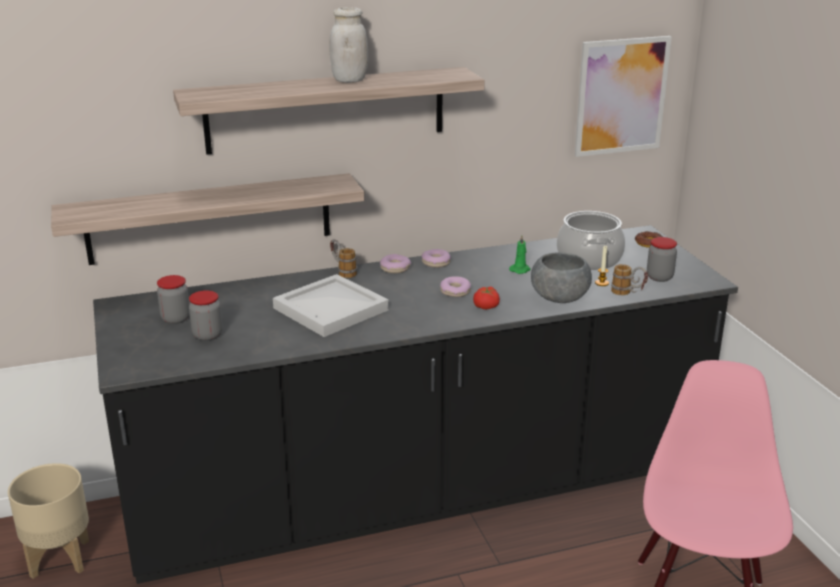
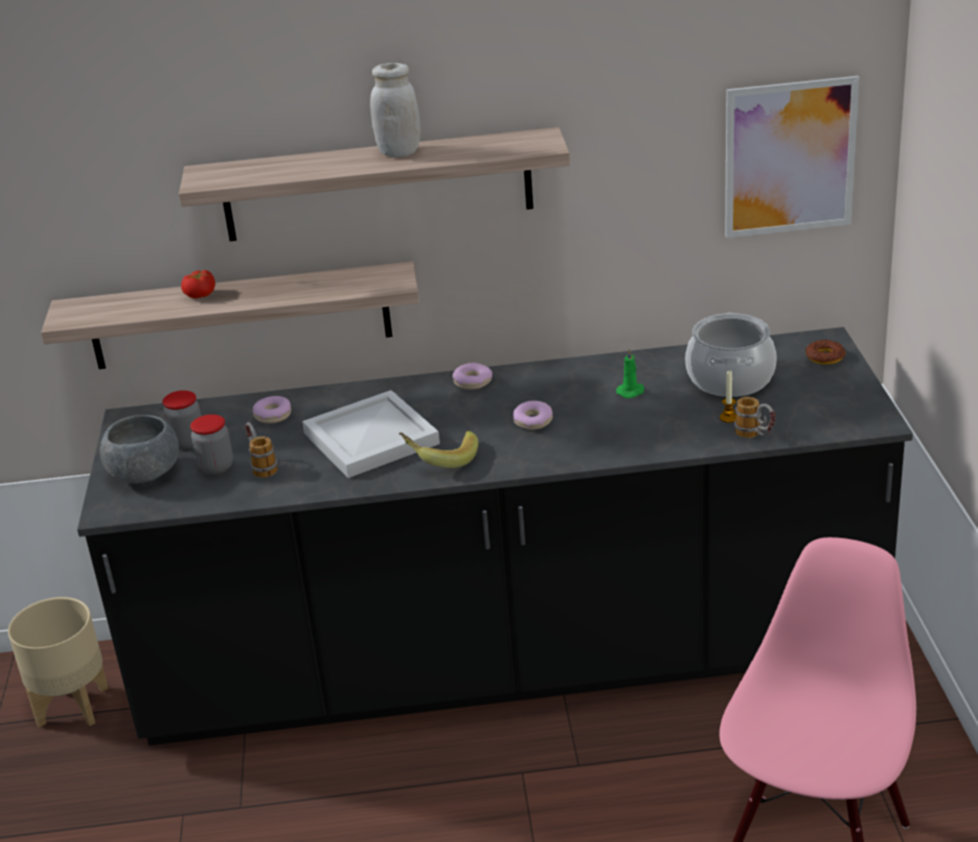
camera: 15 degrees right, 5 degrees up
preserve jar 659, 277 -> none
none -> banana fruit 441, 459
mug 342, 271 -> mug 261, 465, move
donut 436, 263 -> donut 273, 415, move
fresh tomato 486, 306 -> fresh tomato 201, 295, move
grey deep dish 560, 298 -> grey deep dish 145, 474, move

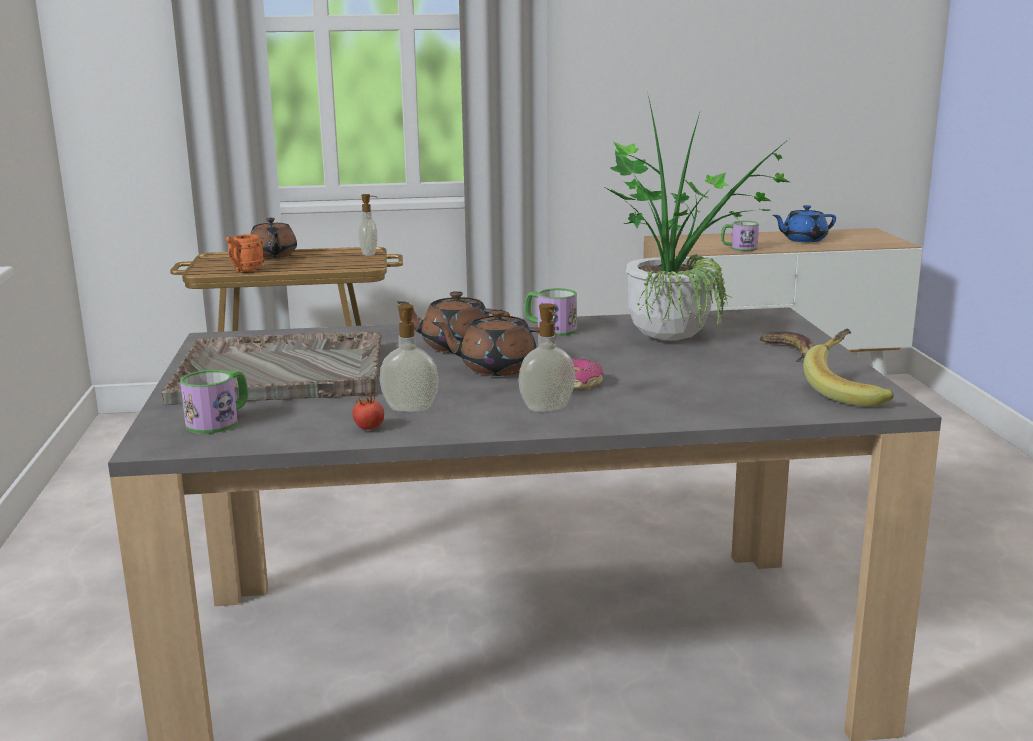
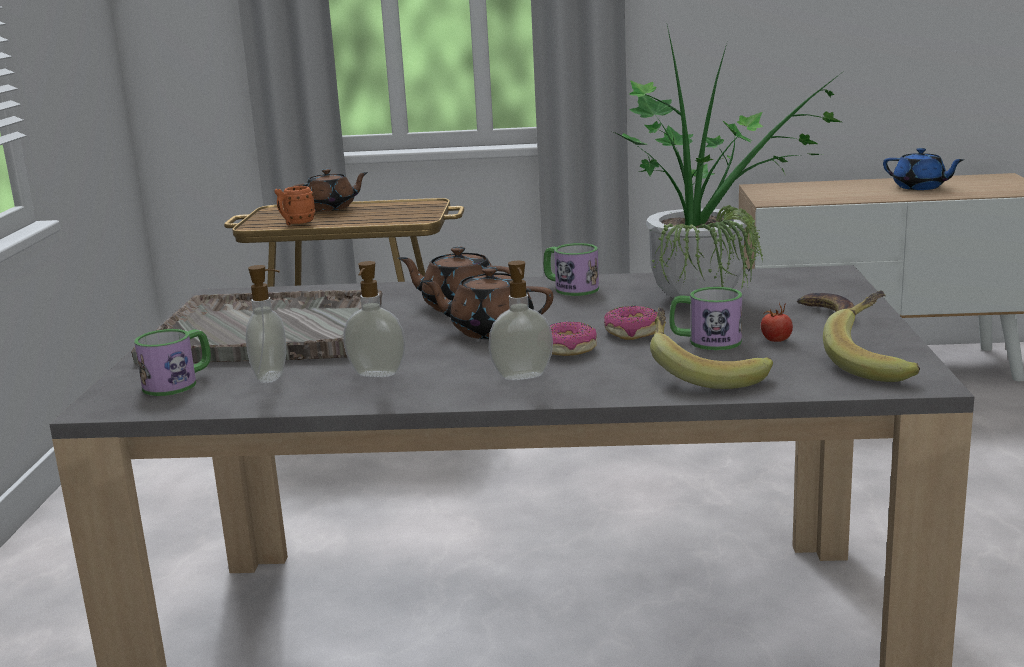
camera: 10 degrees right, 0 degrees up
none -> donut 633, 332
none -> banana fruit 704, 374
fresh tomato 369, 428 -> fresh tomato 776, 340, move
liquid soap bottle 370, 254 -> liquid soap bottle 272, 377, move
mug 738, 248 -> mug 705, 341, move
brownish tea pot 273, 255 -> brownish tea pot 331, 208, 105 degrees counterclockwise
blue tea pot 803, 240 -> blue tea pot 920, 187, 135 degrees counterclockwise

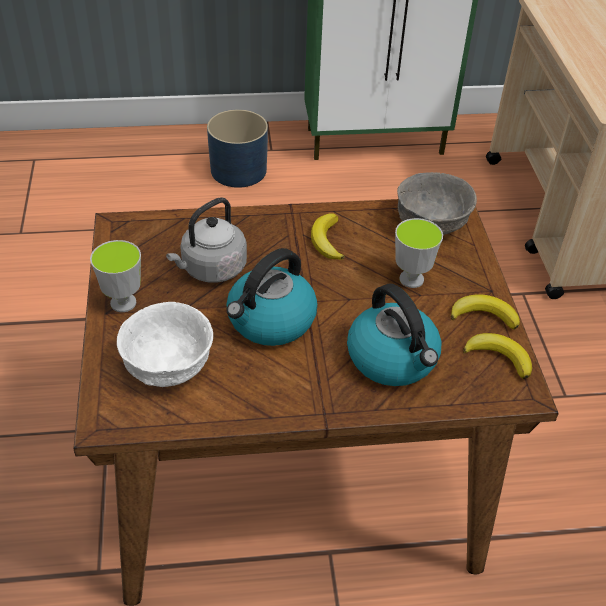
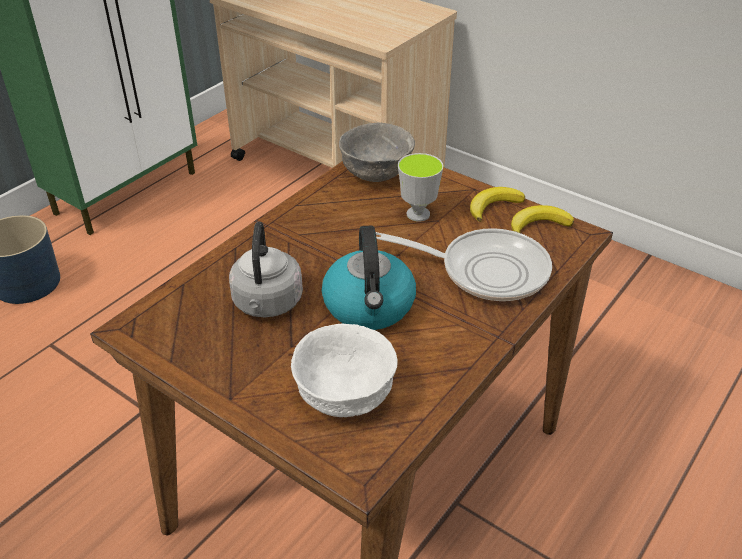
camera: 45 degrees left, 5 degrees down
small cup 123, 303 -> none
banana fruit 326, 240 -> none
kettle 393, 359 -> frying pan 484, 270

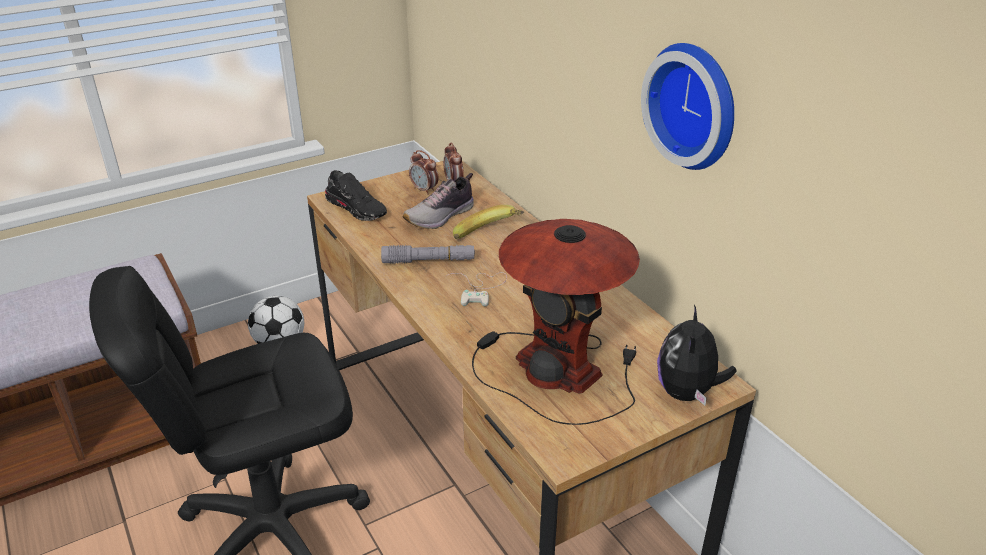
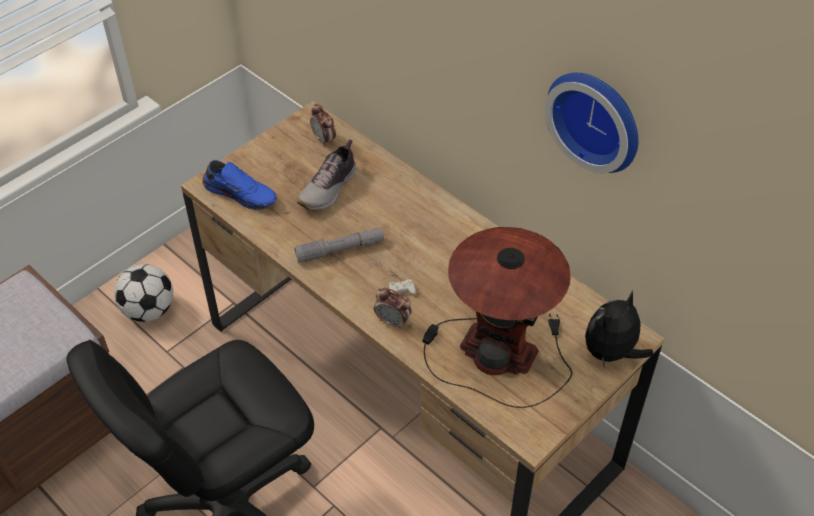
camera: 15 degrees left, 15 degrees up
banana fruit 490, 237 -> none
table clock 424, 190 -> table clock 393, 321, move
blackish item of footwear 357, 208 -> blue item of footwear 241, 193
plush toy 687, 393 -> plush toy 611, 353, 45 degrees clockwise

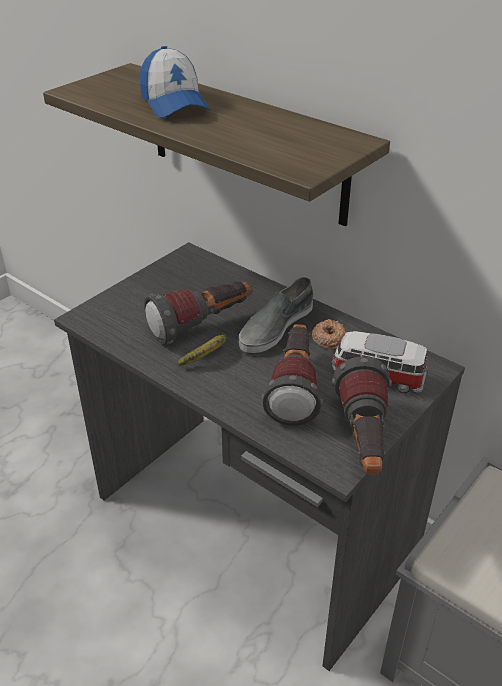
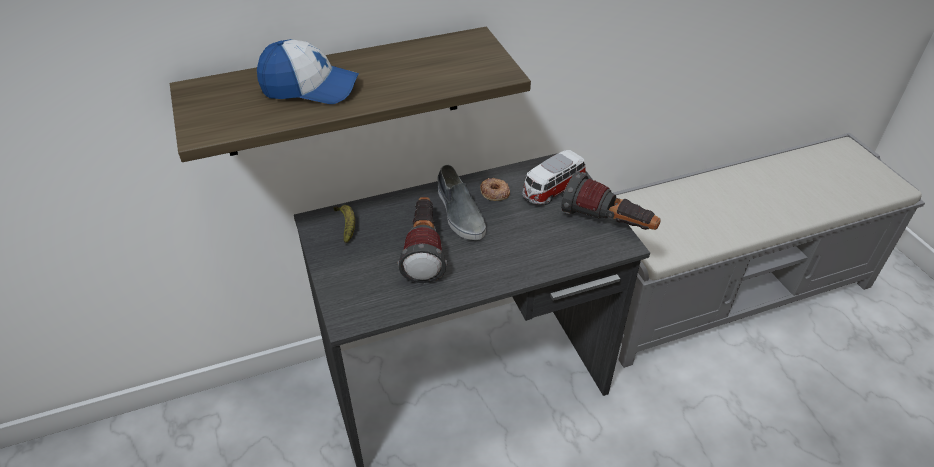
camera: 60 degrees left, 5 degrees up
hand torch 294, 387 -> none
banana fruit 207, 355 -> banana fruit 346, 226, move

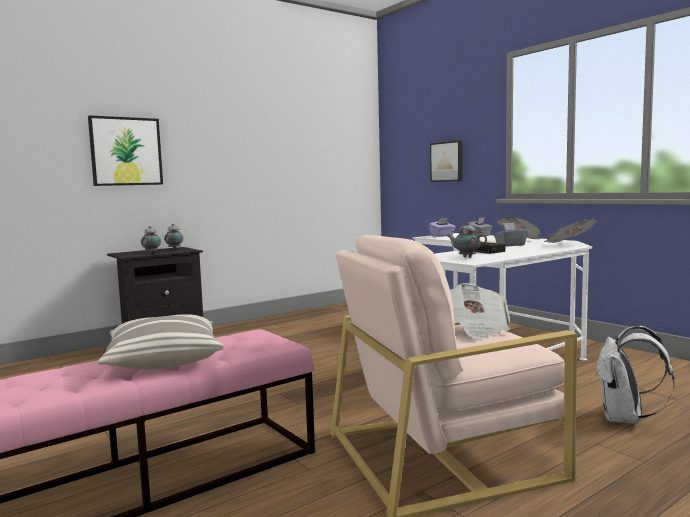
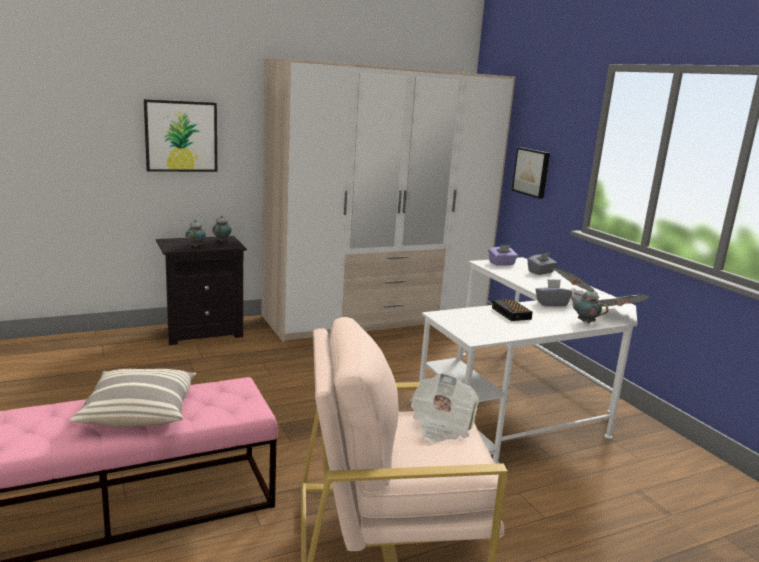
camera: 10 degrees right, 10 degrees up
whitish rucksack 625, 419 -> none
none -> clothes cupboard 377, 317
tea pot 466, 257 -> tea pot 584, 322, move

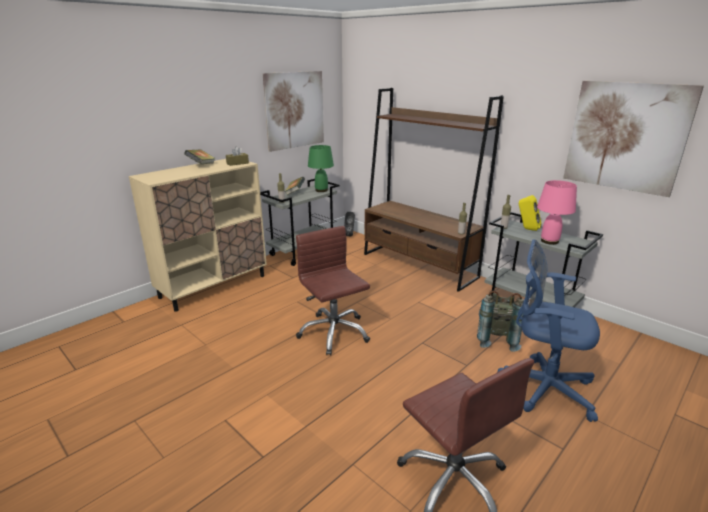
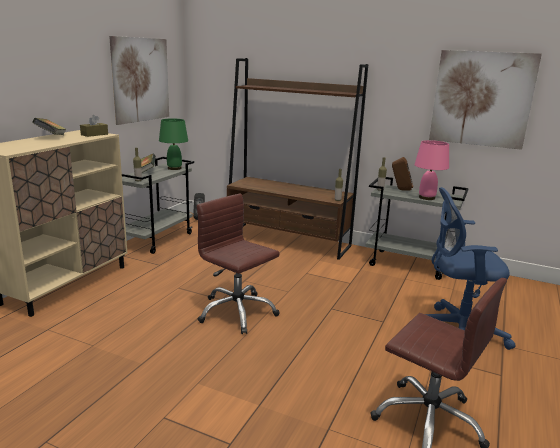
camera: 20 degrees left, 5 degrees down
grey rucksack 495, 339 -> none
yellow audio speaker 527, 229 -> brownish audio speaker 400, 190

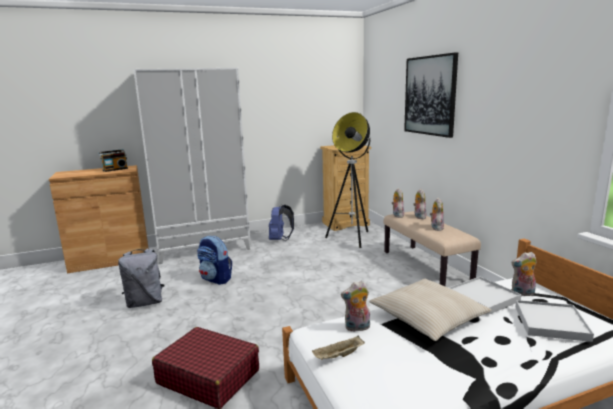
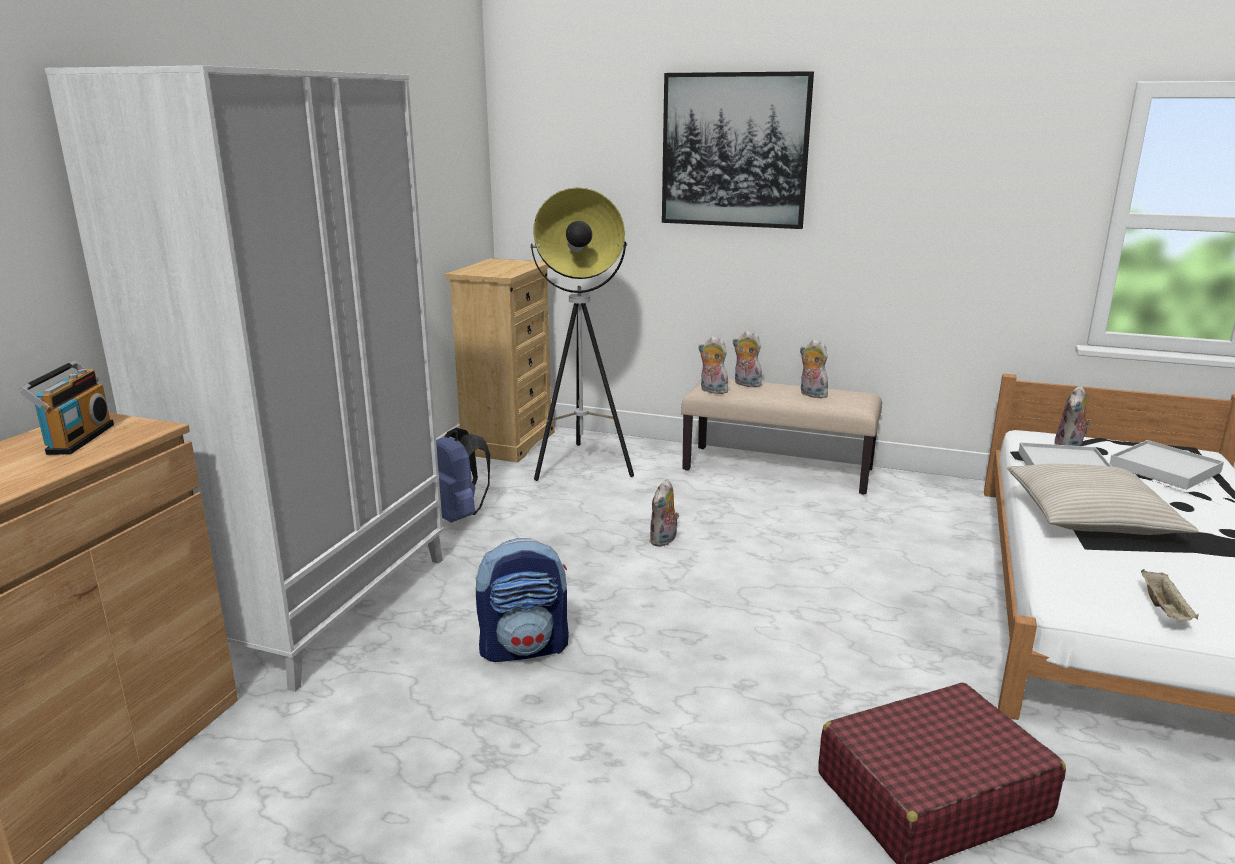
camera: 50 degrees left, 5 degrees up
grey rucksack 145, 302 -> none
plush toy 357, 328 -> plush toy 664, 541, move

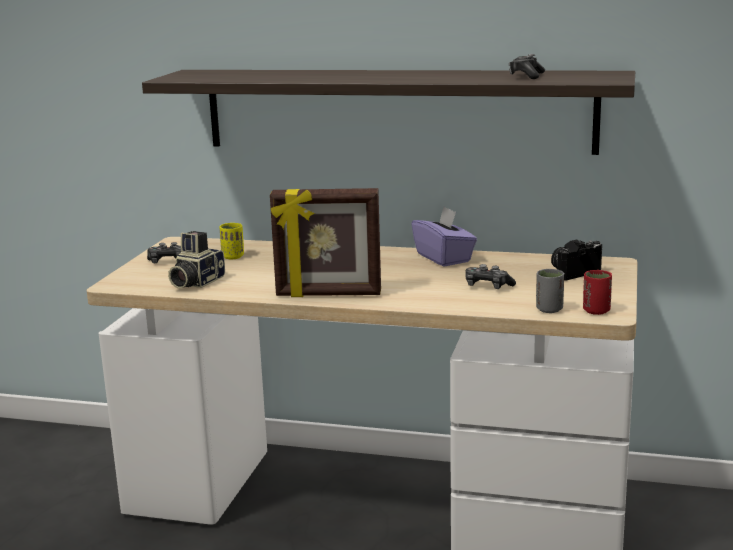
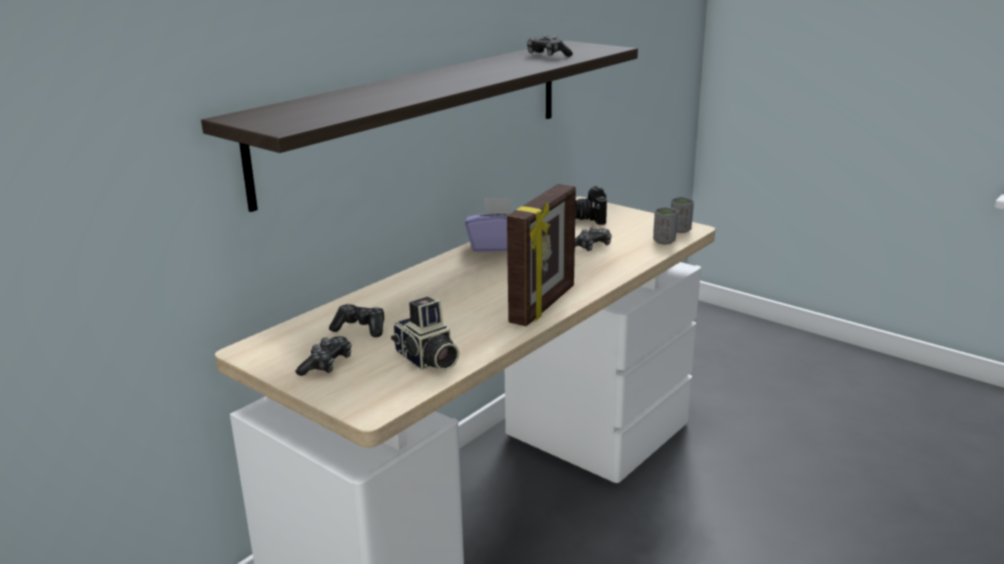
camera: 65 degrees left, 5 degrees up
yellow small cup 233, 257 -> joypad 360, 328
red small cup 596, 311 -> grey small cup 680, 230

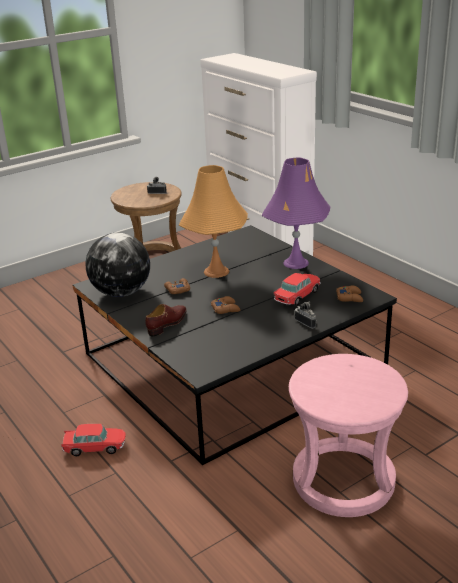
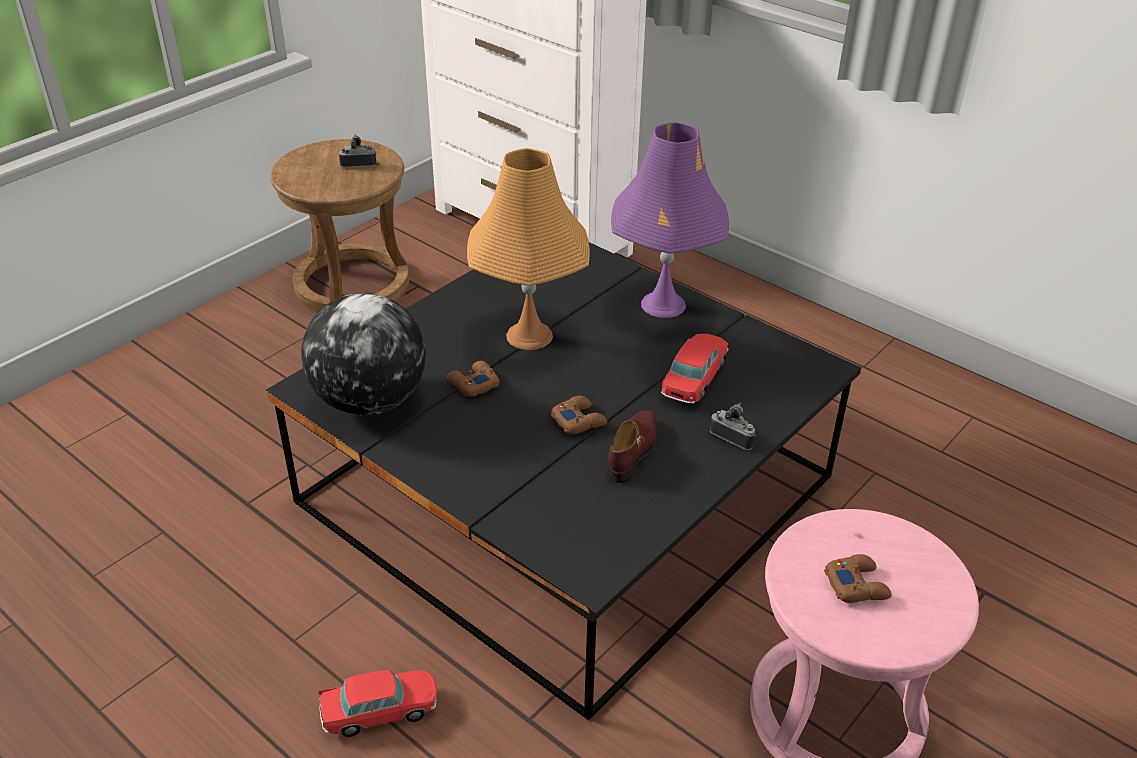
camera: 15 degrees left, 10 degrees up
brownish item of footwear 168, 323 -> brownish item of footwear 634, 450, move
brownish joypad 350, 297 -> brownish joypad 856, 585, move

